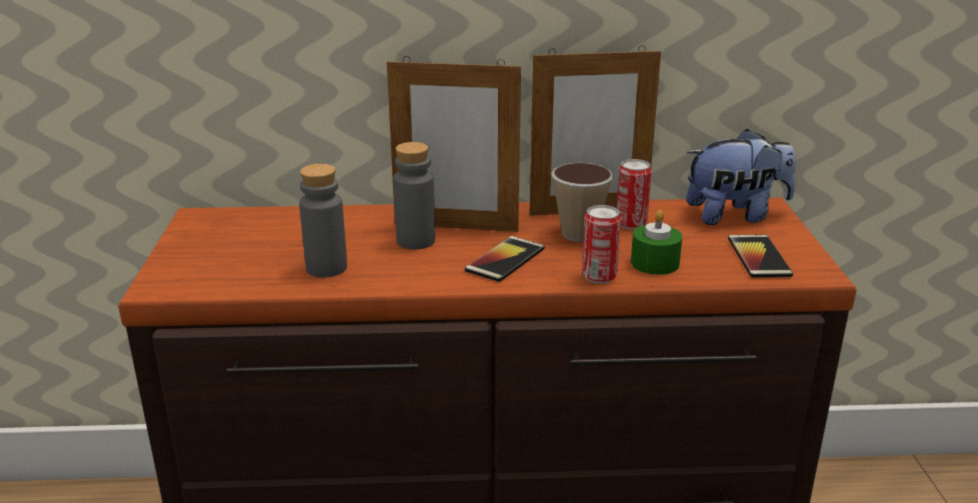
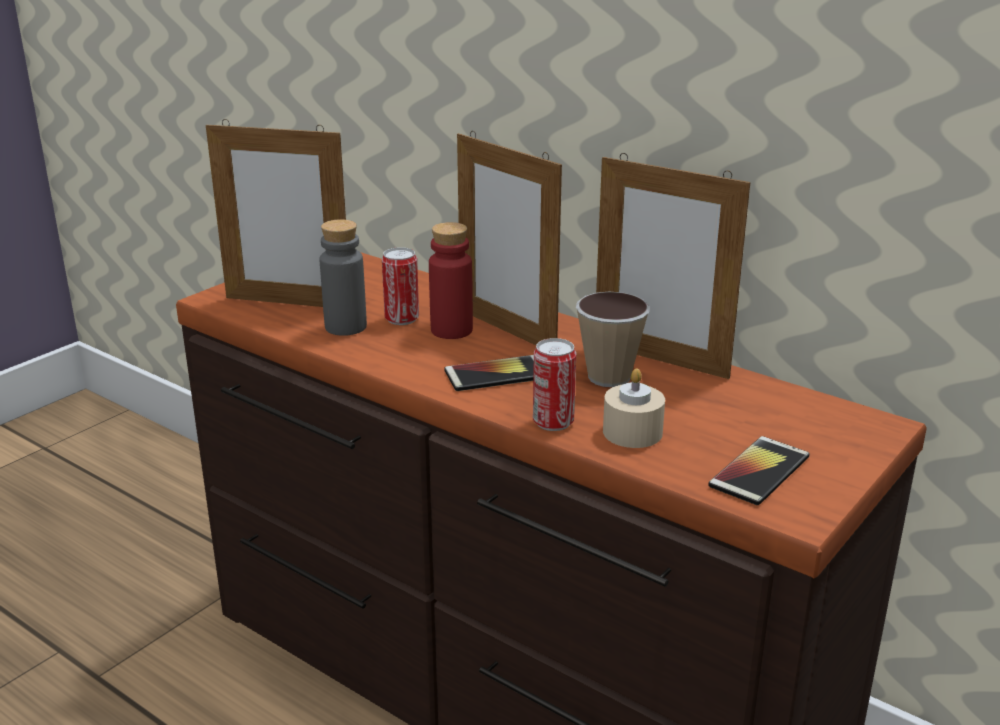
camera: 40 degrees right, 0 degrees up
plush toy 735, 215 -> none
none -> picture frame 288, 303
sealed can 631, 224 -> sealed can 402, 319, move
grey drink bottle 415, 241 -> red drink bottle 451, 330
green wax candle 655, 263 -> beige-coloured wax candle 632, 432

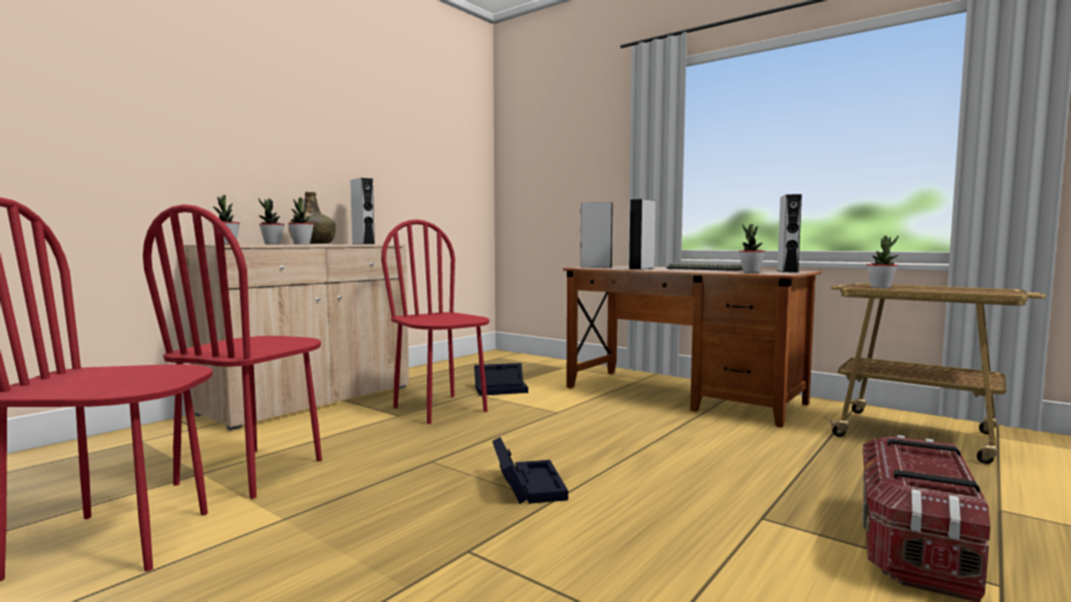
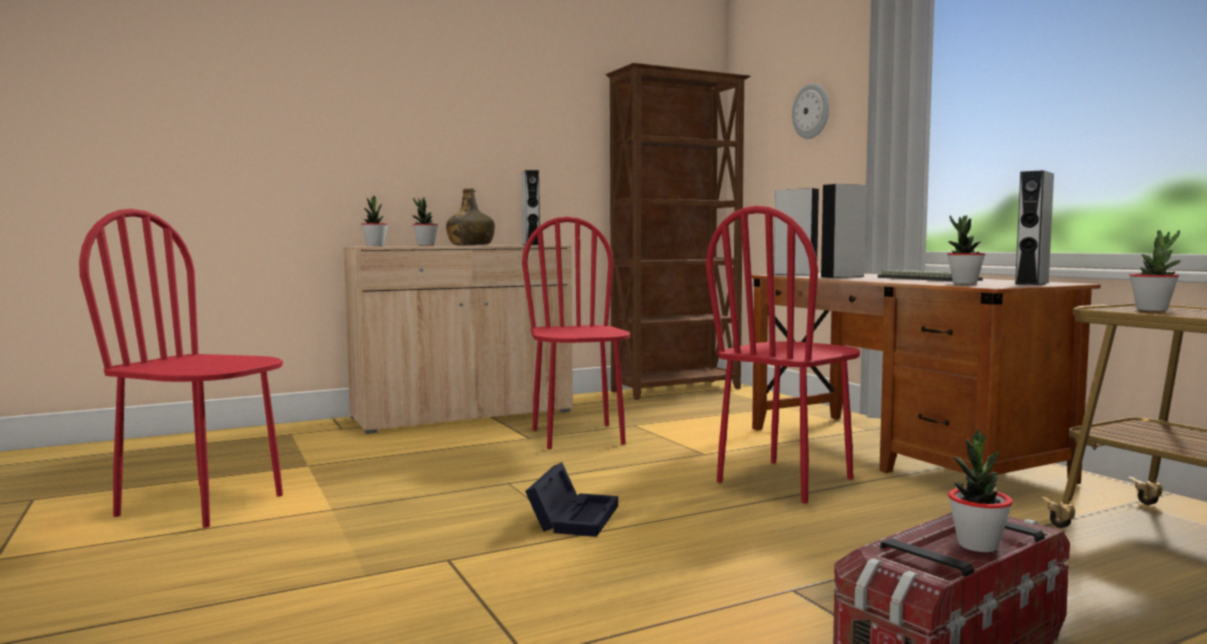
camera: 25 degrees right, 0 degrees up
blackish storage box 502, 389 -> none
none -> brownish shelving unit 678, 390
none -> hanging clock 811, 111
red chair 252, 472 -> red chair 786, 480, move
potted plant 301, 244 -> potted plant 977, 545, move

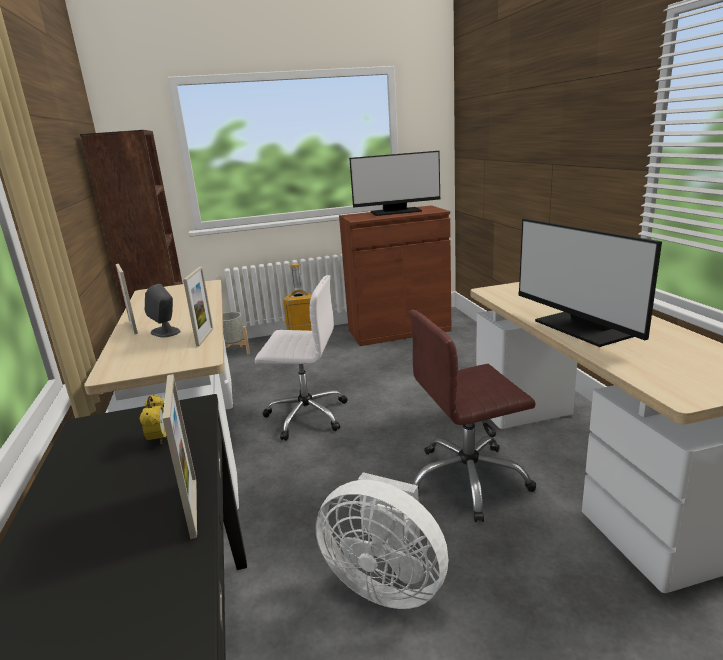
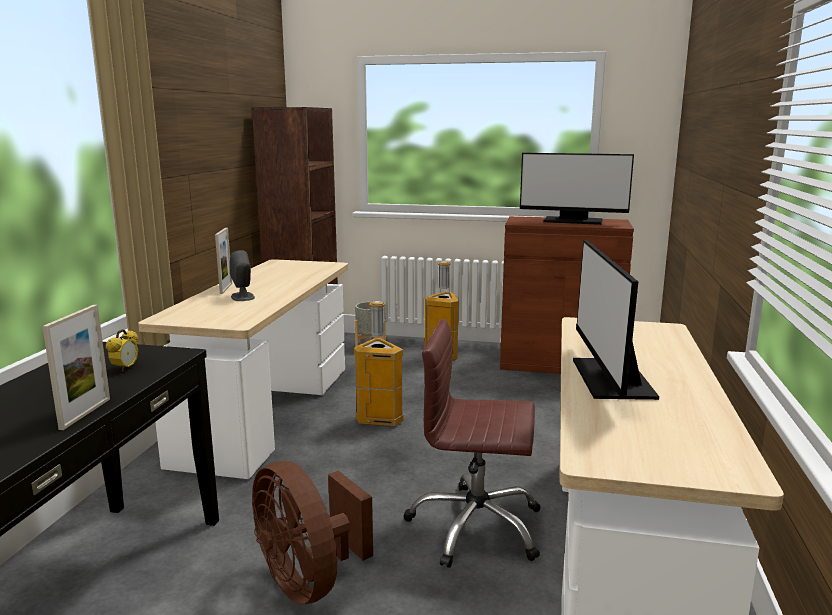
camera: 25 degrees right, 5 degrees down
picture frame 205, 337 -> none
whitish desk chair 305, 415 -> rubbish bin 380, 420
whitish cooling fan 386, 582 -> brownish cooling fan 309, 580

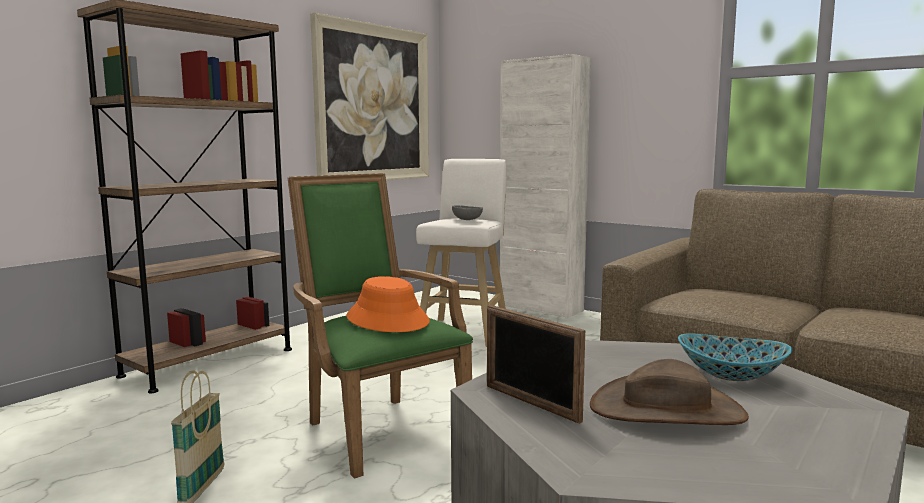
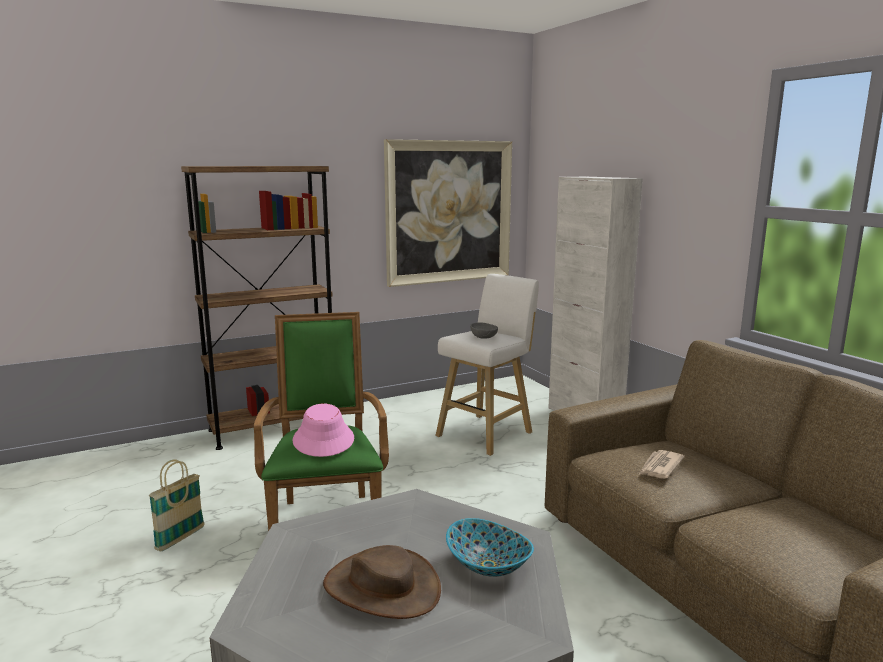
camera: 25 degrees right, 5 degrees up
picture frame 530, 403 -> none
none -> daily paper 660, 467
orangey wearable hat 388, 319 -> pinkish wearable hat 324, 440

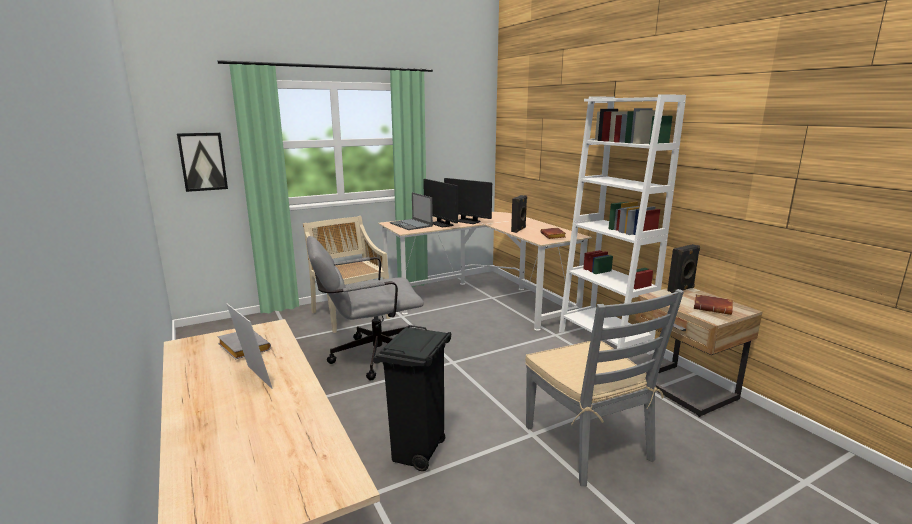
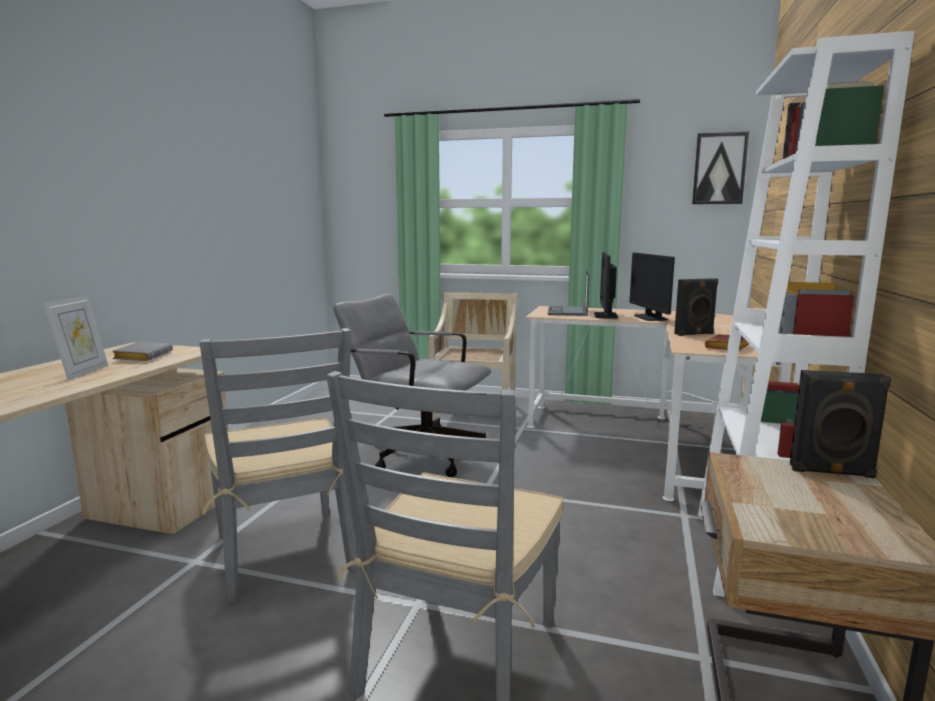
camera: 45 degrees right, 5 degrees down
brownish bound book 713, 308 -> none
picture 203, 161 -> picture 719, 169, move
blackish rubbish bin 417, 454 -> grey chair 285, 552

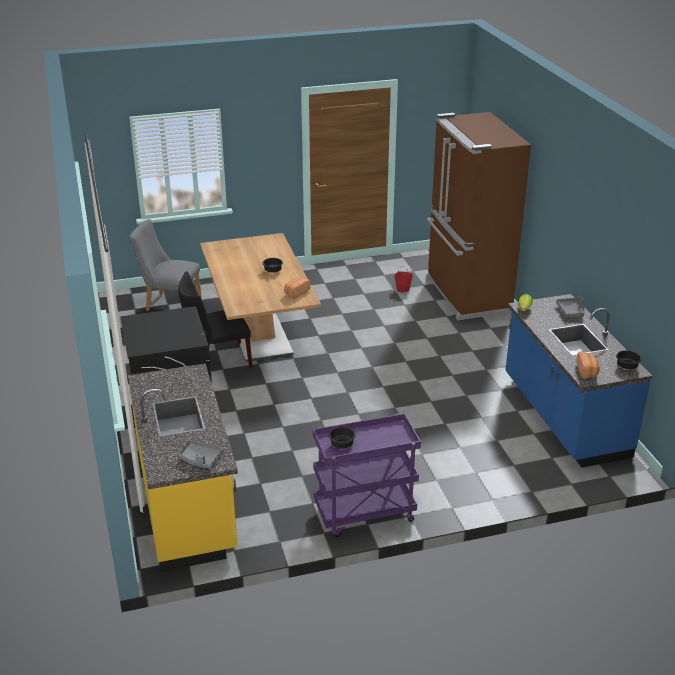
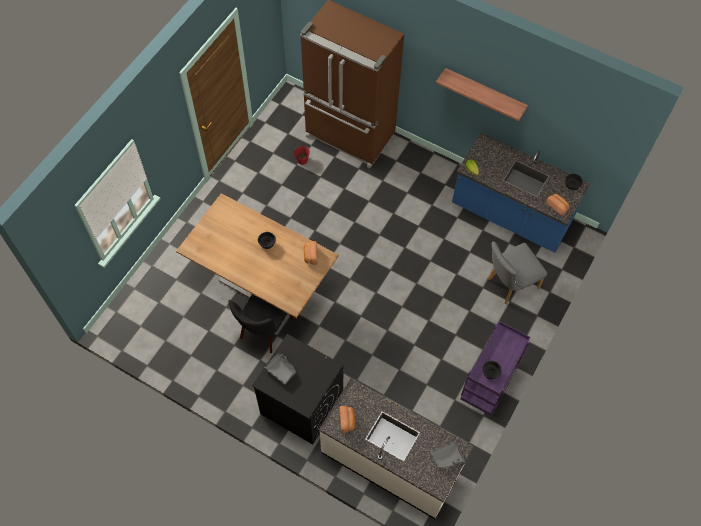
camera: 45 degrees left, 30 degrees up
none -> baked bread 347, 421
none -> shelf 484, 92
grey chair 169, 304 -> grey chair 509, 284, move
grey carrying tray 571, 311 -> grey carrying tray 281, 370, move
yellow counter 188, 503 -> whitish counter 391, 461

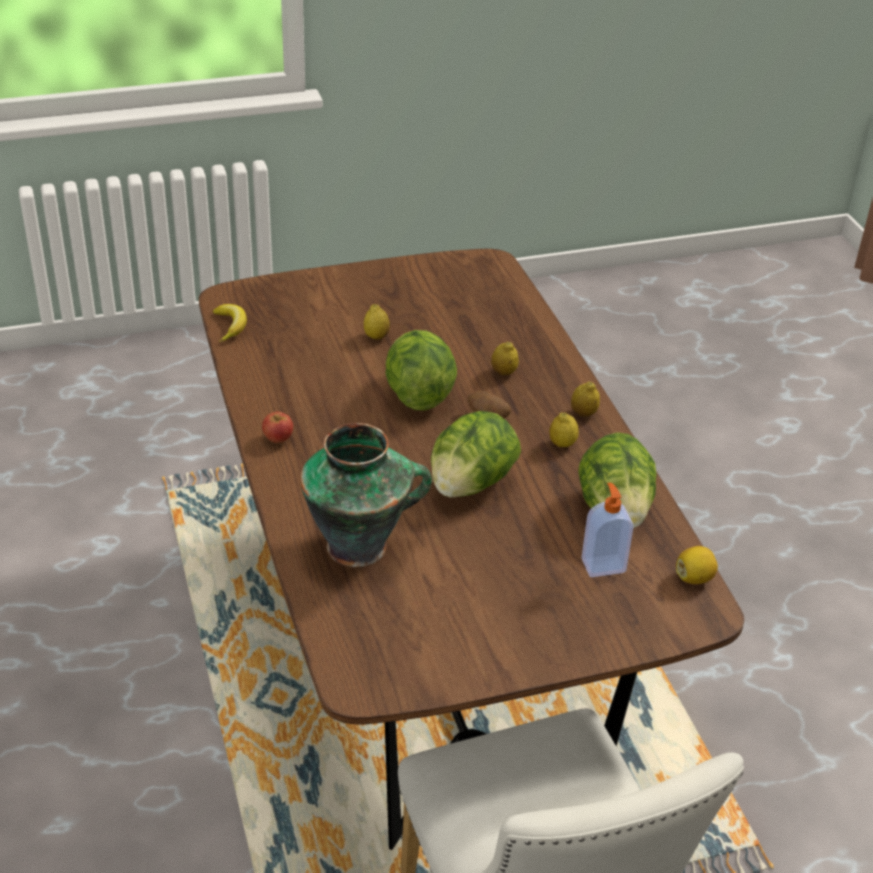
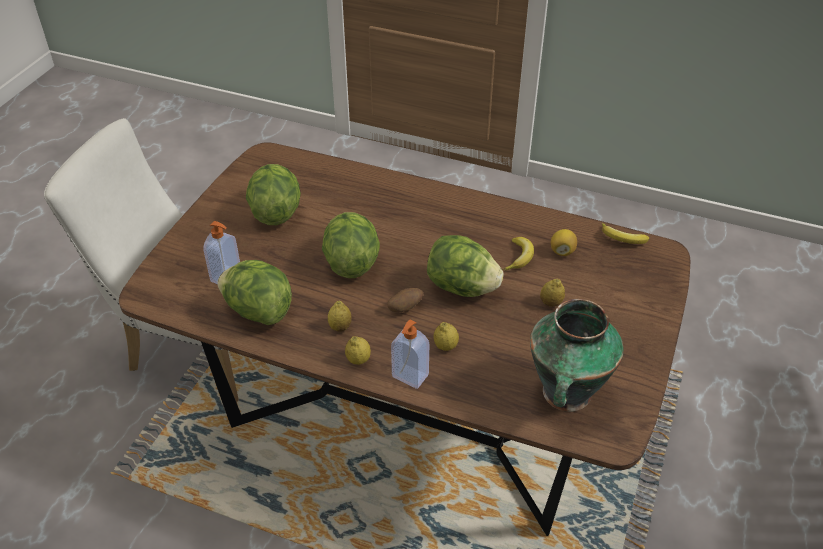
camera: 130 degrees right, 5 degrees up
apple 278, 438 -> none
none -> lettuce head 275, 212
none -> liquid soap bottle 409, 377
none -> banana fruit 519, 257
decorative vase 360, 546 -> decorative vase 566, 395, move
lemon 694, 578 -> lemon 562, 251, move

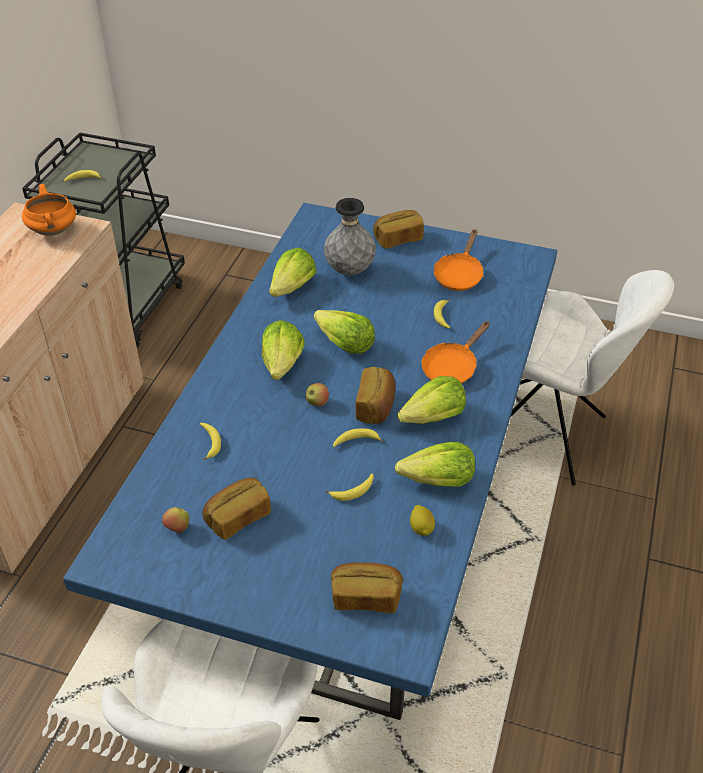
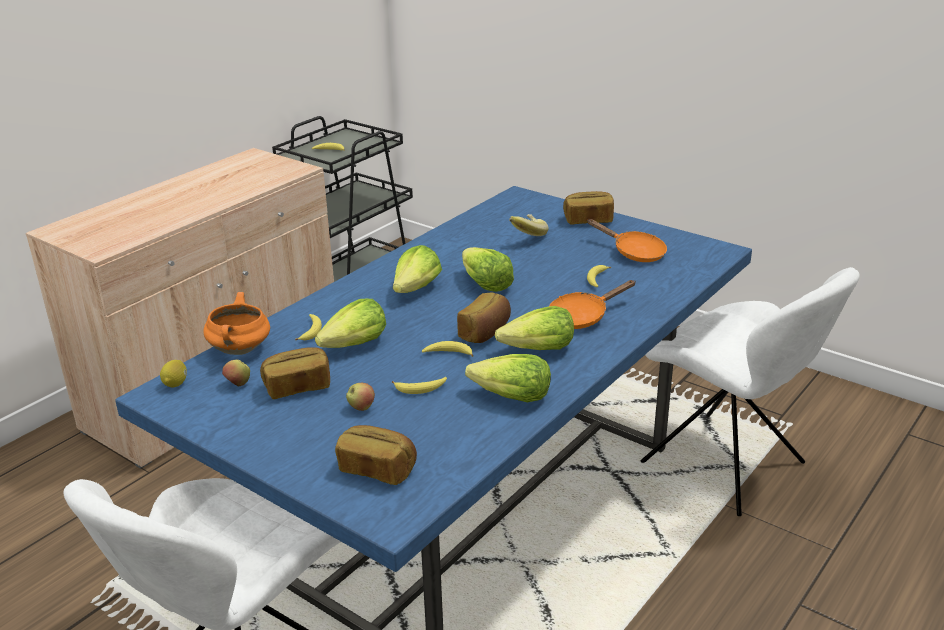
camera: 20 degrees right, 15 degrees down
orangey stockpot 54, 231 -> orangey stockpot 240, 350, move
lettuce head 292, 287 -> lettuce head 355, 345, move
apple 317, 403 -> apple 361, 408, move
lemon 421, 528 -> lemon 176, 383, move
grey decorative vase 349, 270 -> banana fruit 525, 235
orangey frying pan 459, 275 -> orangey frying pan 634, 252, 90 degrees counterclockwise

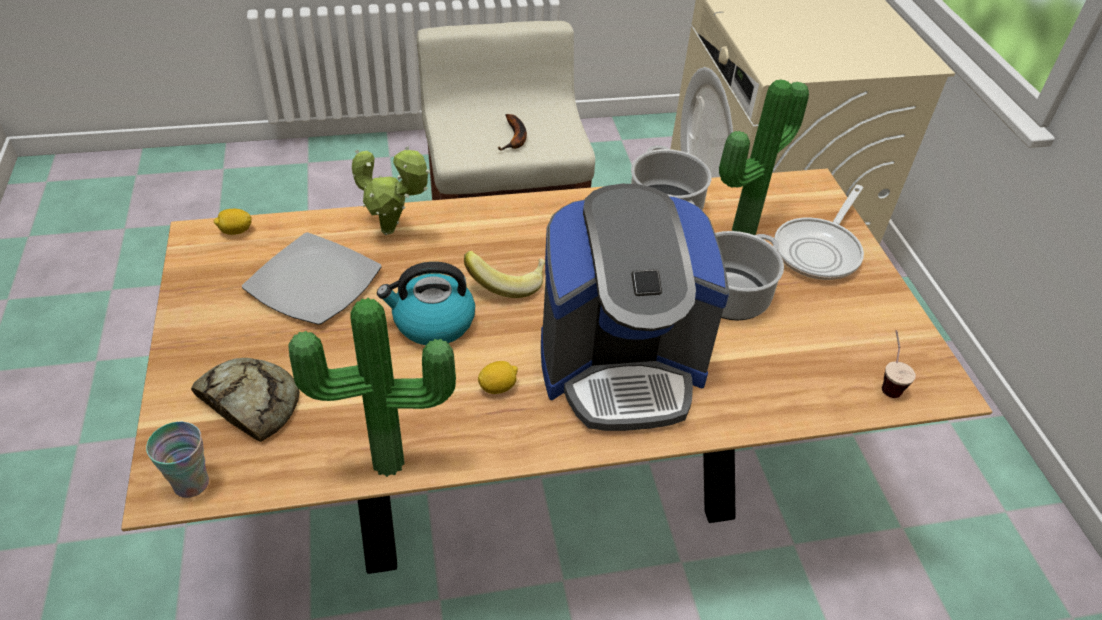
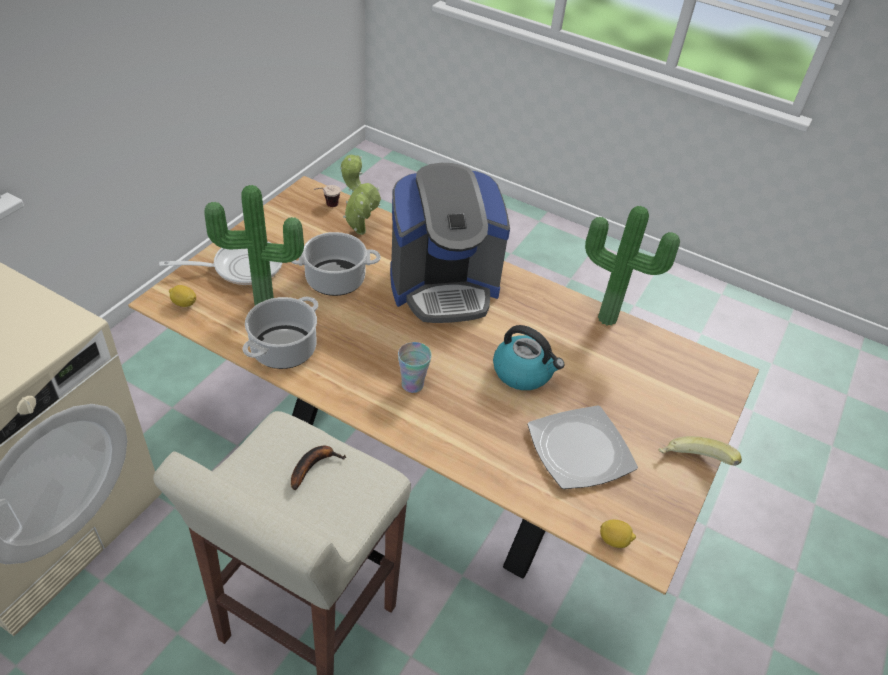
camera: 140 degrees left, 0 degrees up
baked bread 250, 402 -> none
small cup 191, 483 -> small cup 412, 385, move
potted plant 393, 231 -> potted plant 359, 229, move
banana fruit 507, 283 -> banana fruit 693, 465, move
lemon 498, 387 -> lemon 184, 303, move
coffee machine 621, 367 -> coffee machine 443, 287, 135 degrees clockwise

